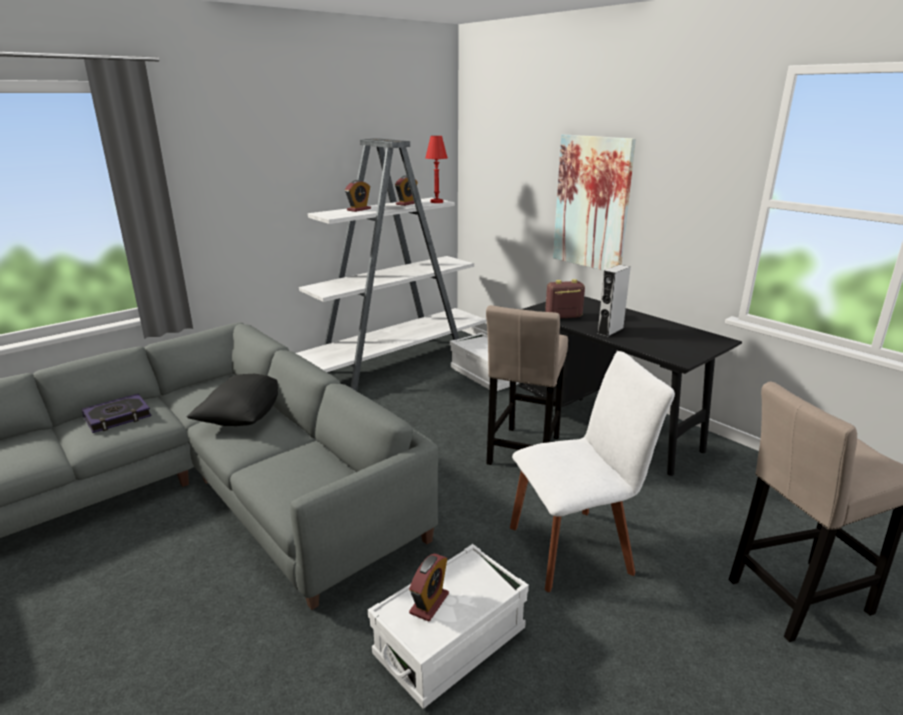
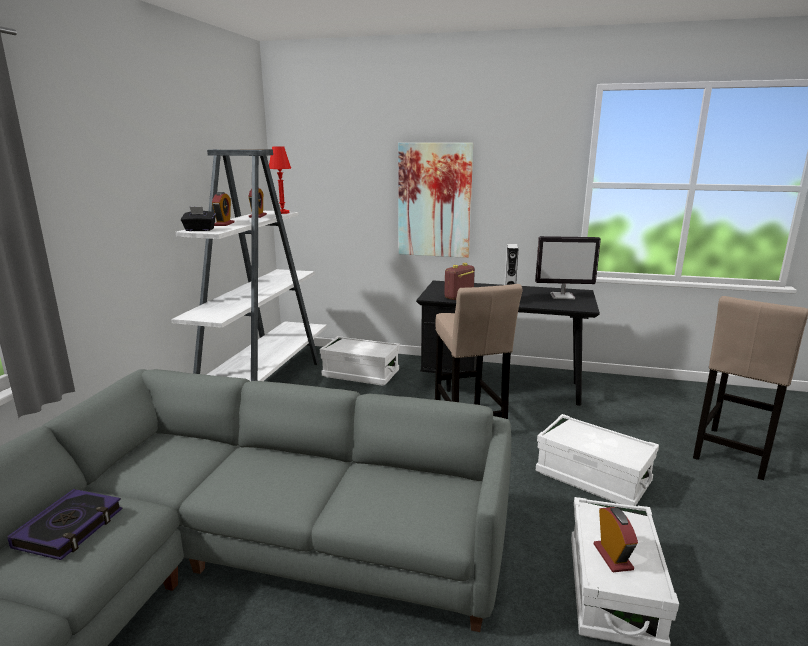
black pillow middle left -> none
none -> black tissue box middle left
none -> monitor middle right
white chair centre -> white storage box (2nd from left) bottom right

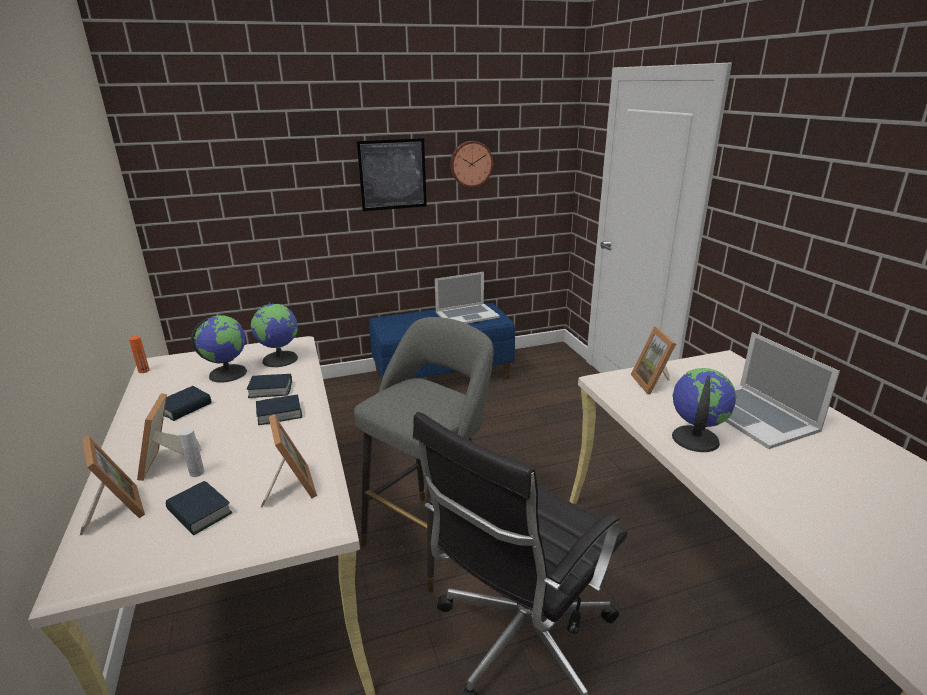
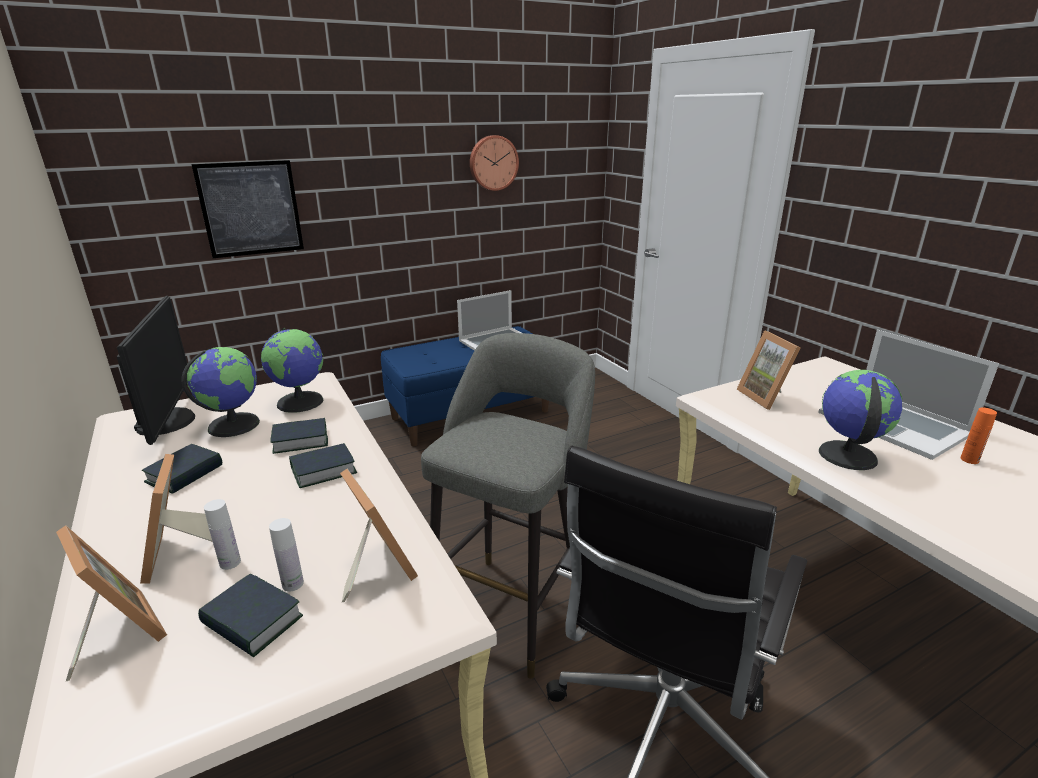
none -> monitor middle left
none -> white bottle (2nd from left) bottom left
orange bottle middle left -> orange bottle middle right, move
picture top centre -> picture top left, move

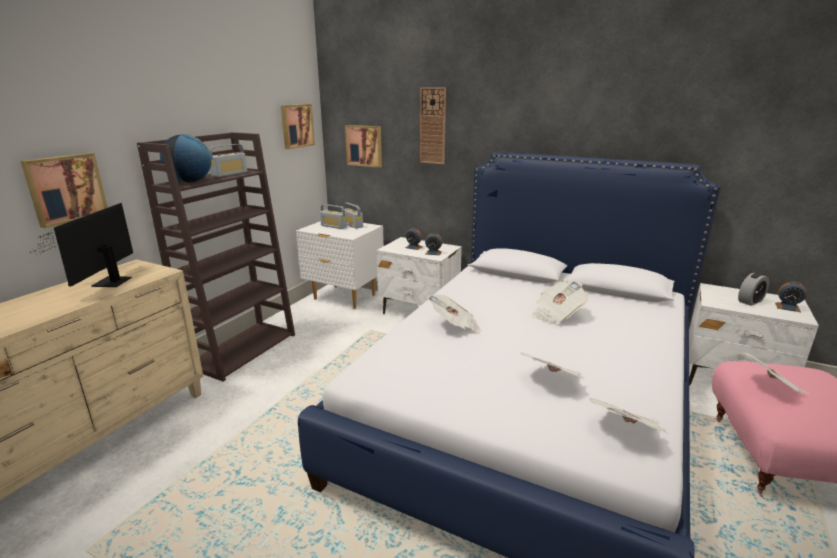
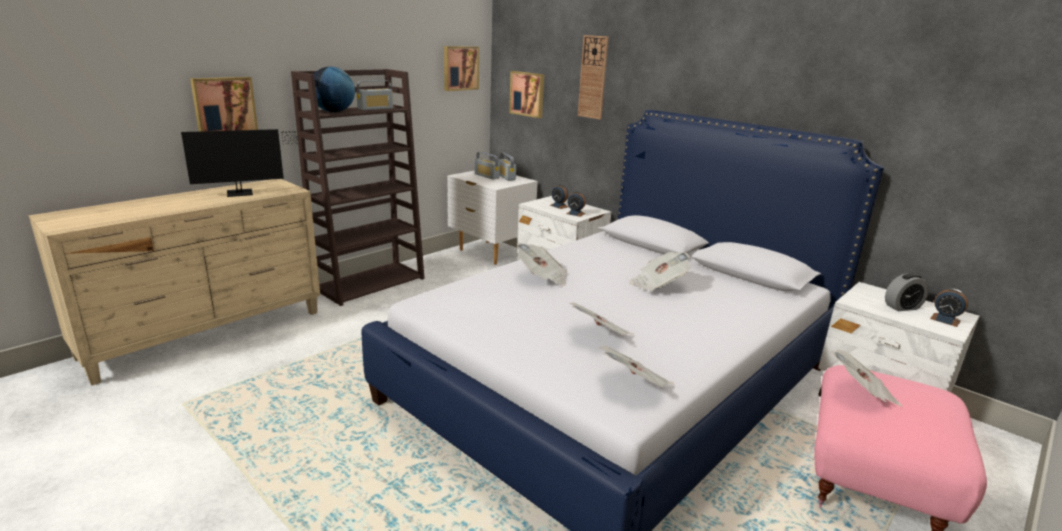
monitor middle left -> monitor top left, 135 degrees counterclockwise

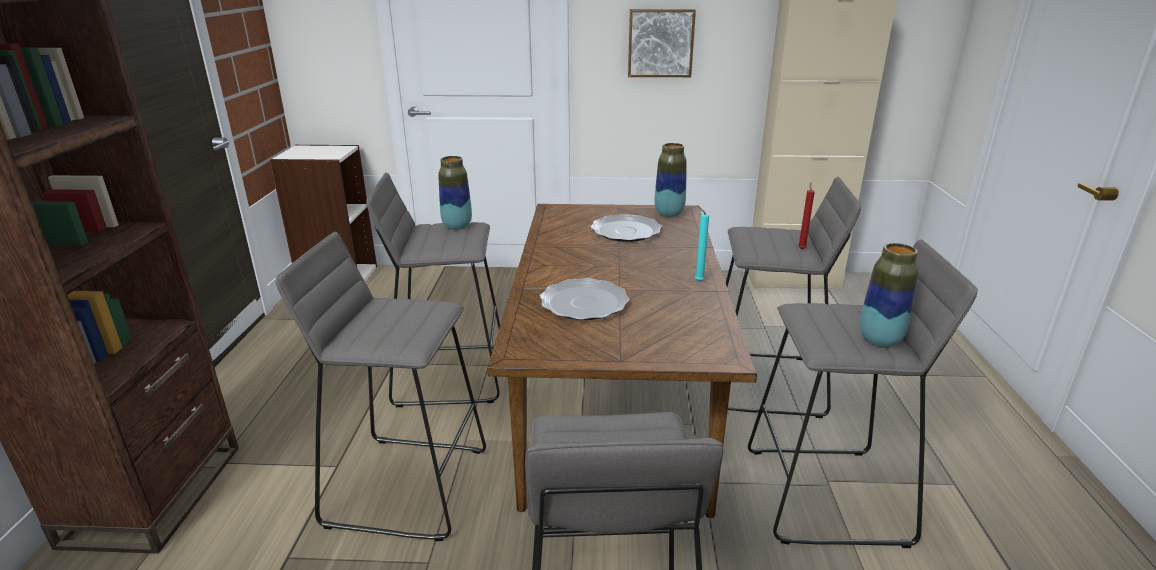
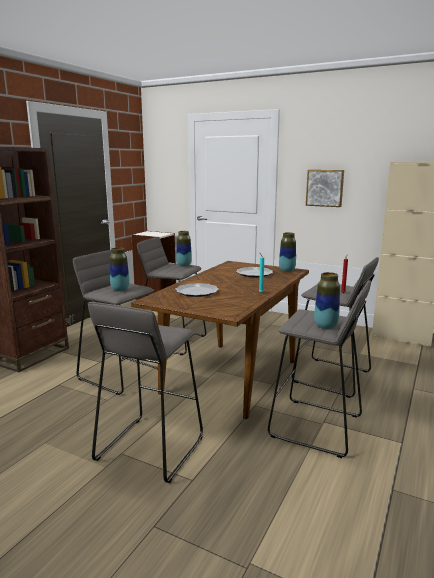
none -> vase (1st from left) middle left

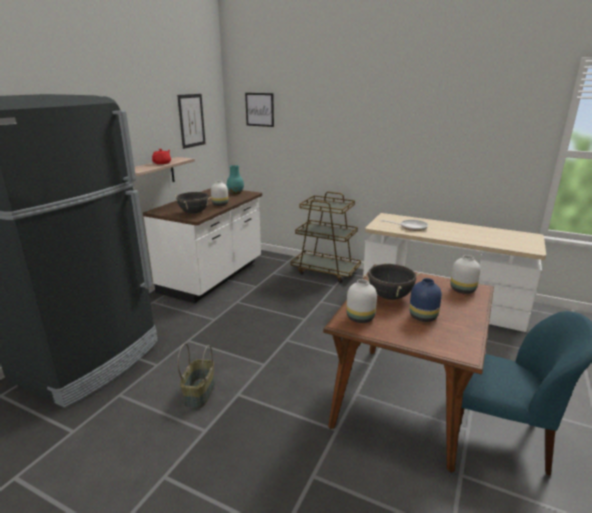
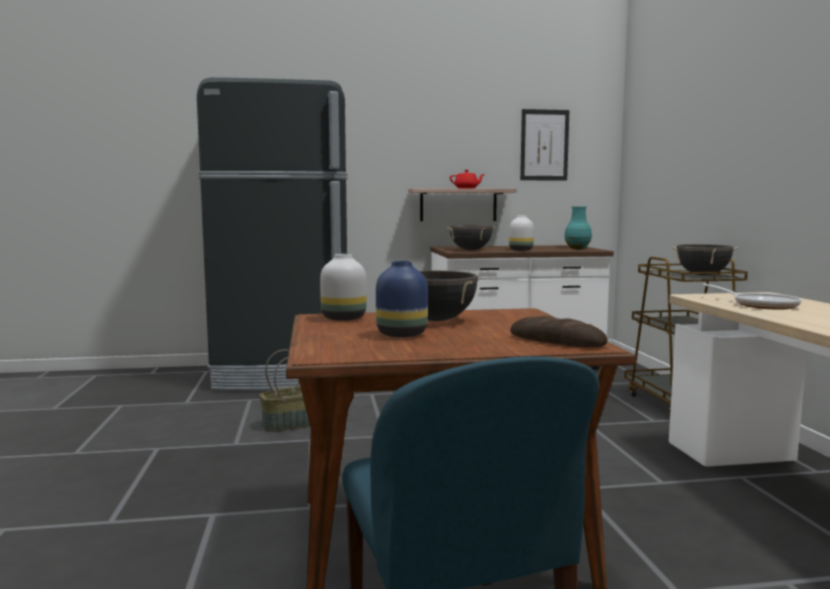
picture (2nd from left) top centre -> none
none -> black cooking pot (3rd from left) middle right
white vase (3rd from left) middle right -> bread middle right

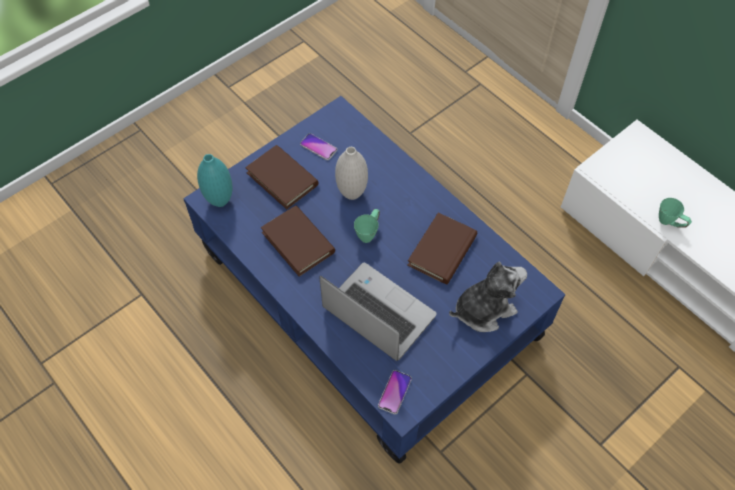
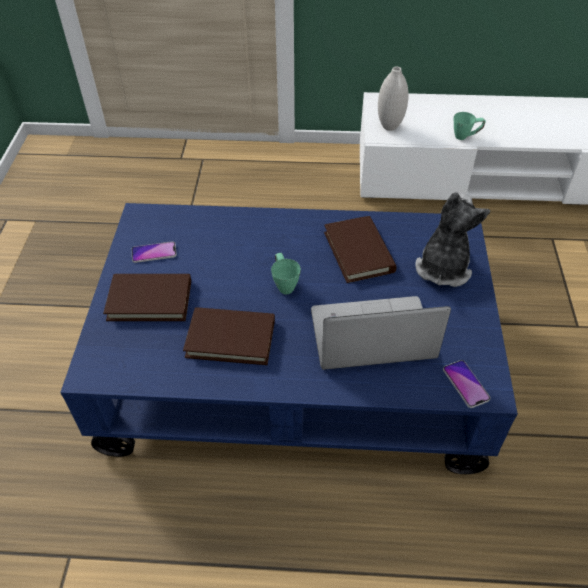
turquoise vase middle left -> none
white vase centre -> white vase top right, move

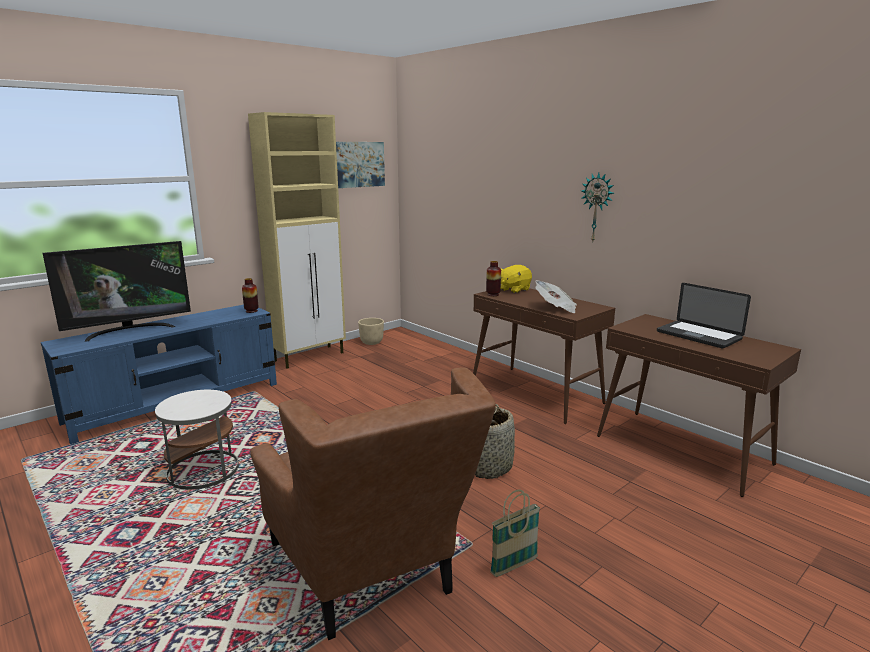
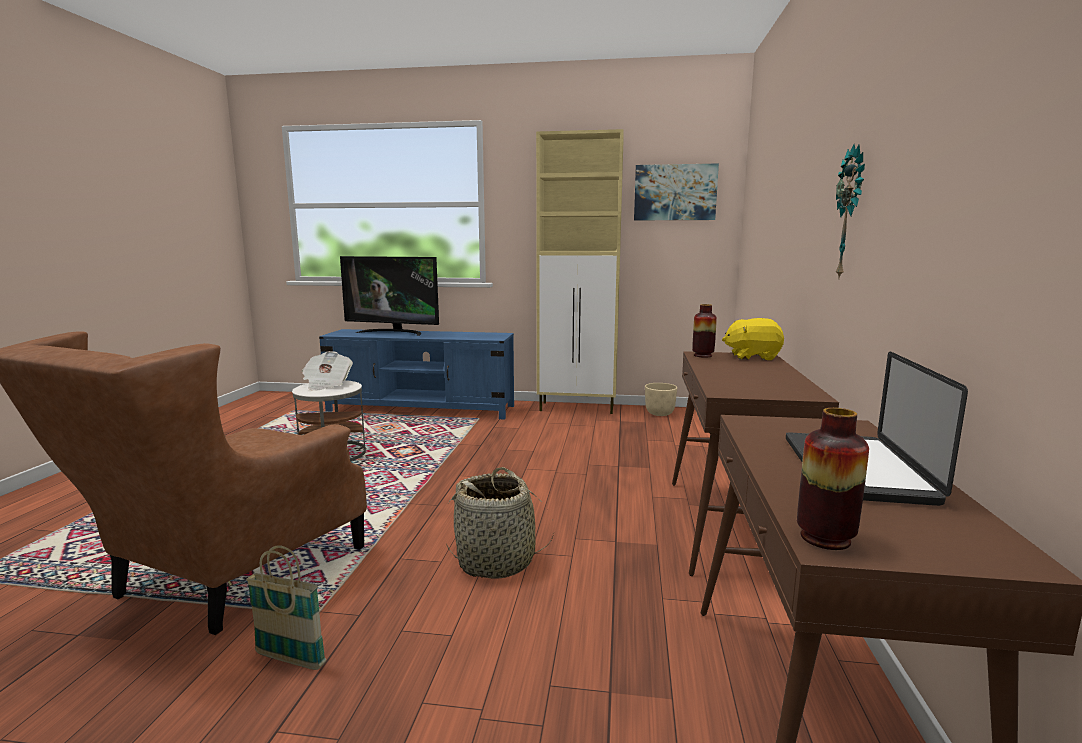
vase (1st from left in the first image) middle left -> vase (2nd from left) middle right, move
newspaper centre -> newspaper middle left, move

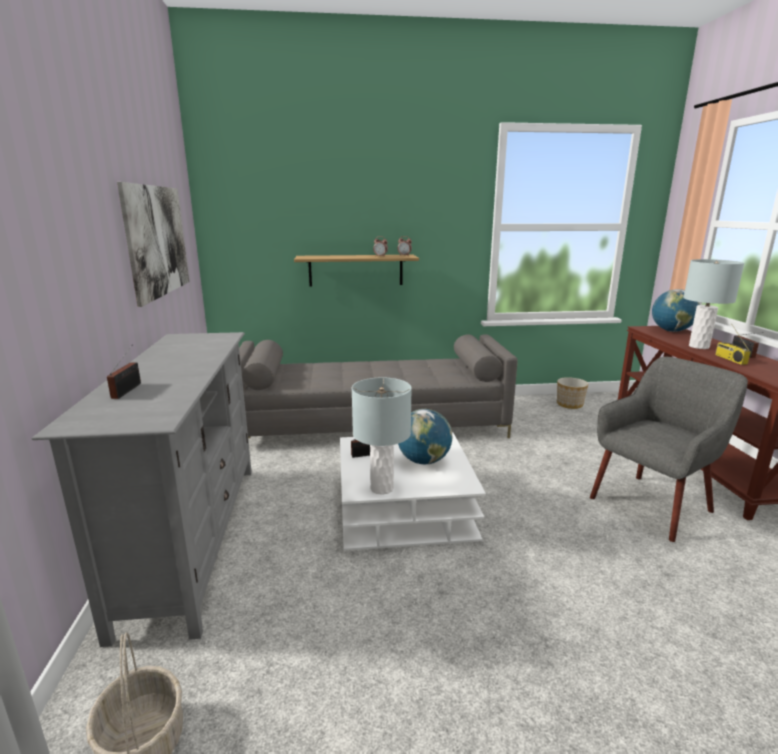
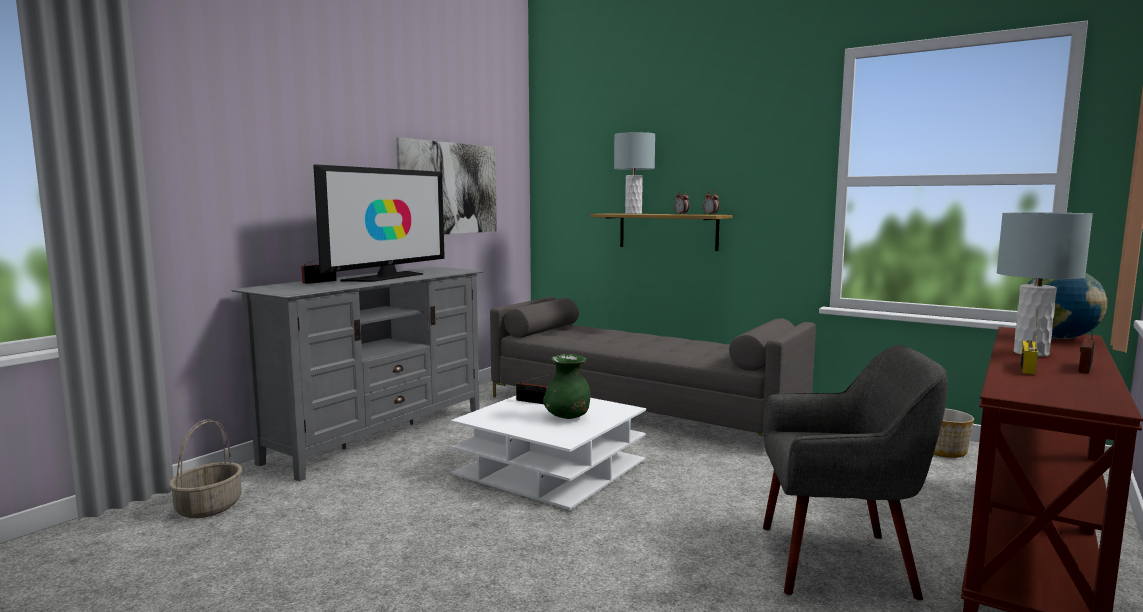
none -> television middle left
grey table lamp (1st from left) centre -> grey table lamp (1st from left) top centre, move
globe (1st from left) centre -> green vase centre

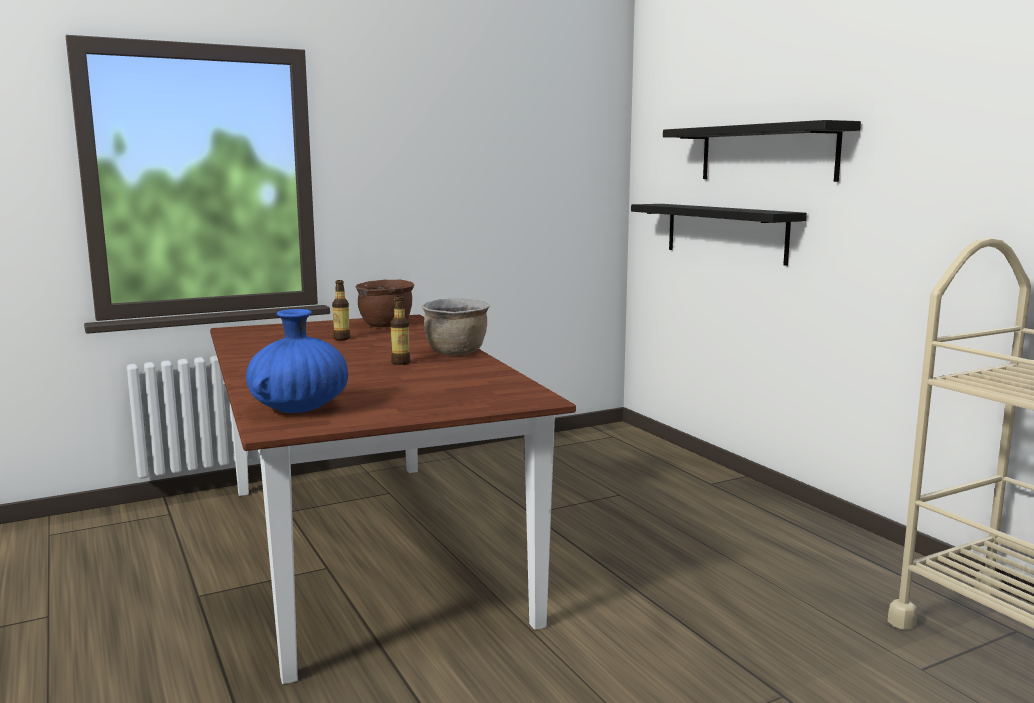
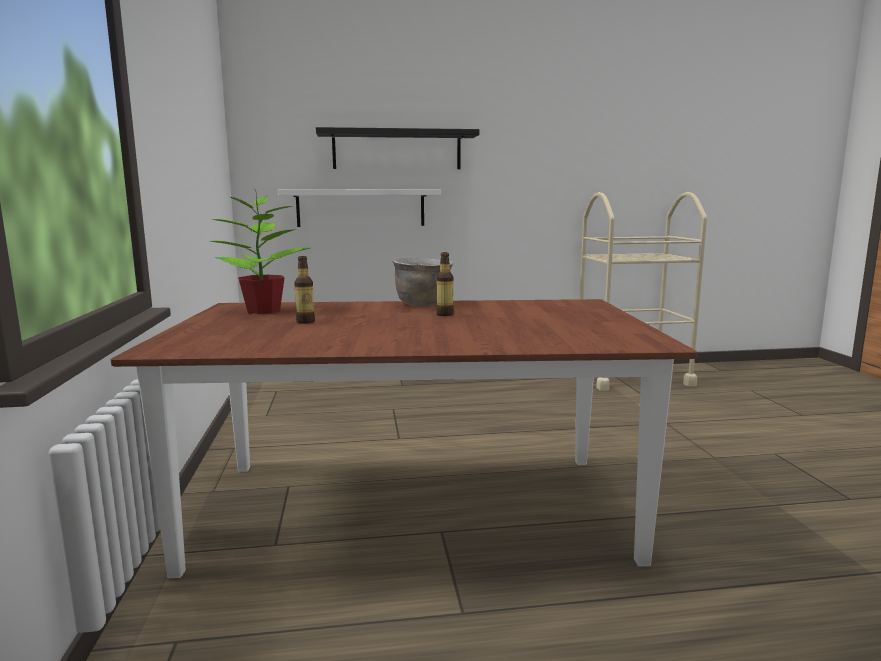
blue vase middle left -> none
brown cooking pot (1st from left) centre -> potted plant middle left
black shelf (1st from left) middle right -> white shelf top centre

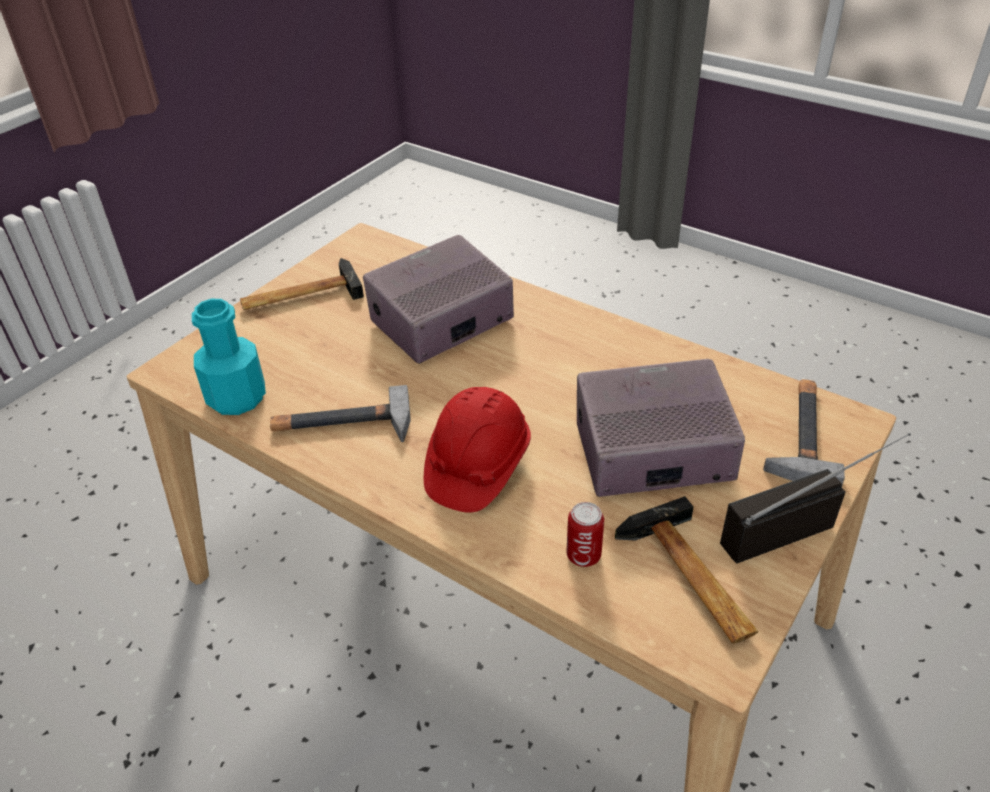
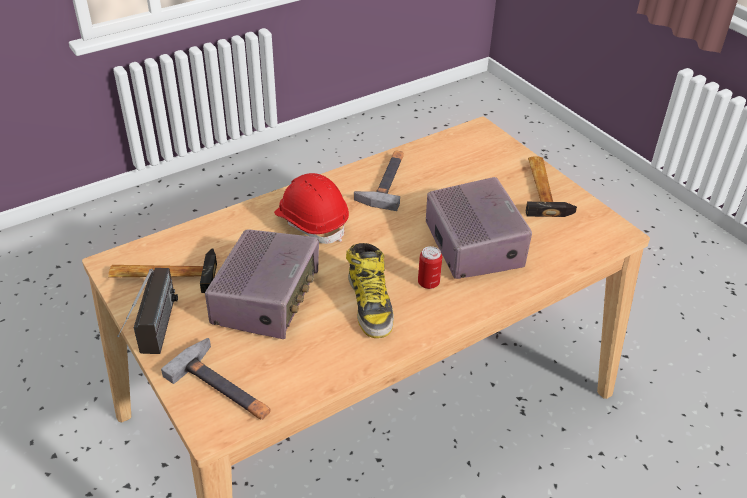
turquoise bottle middle left -> none
none -> boot centre
can bottom centre -> can centre, move

